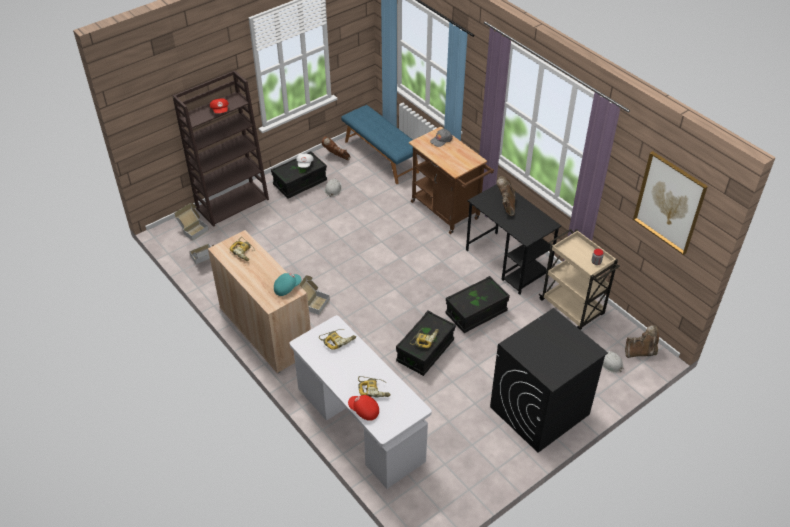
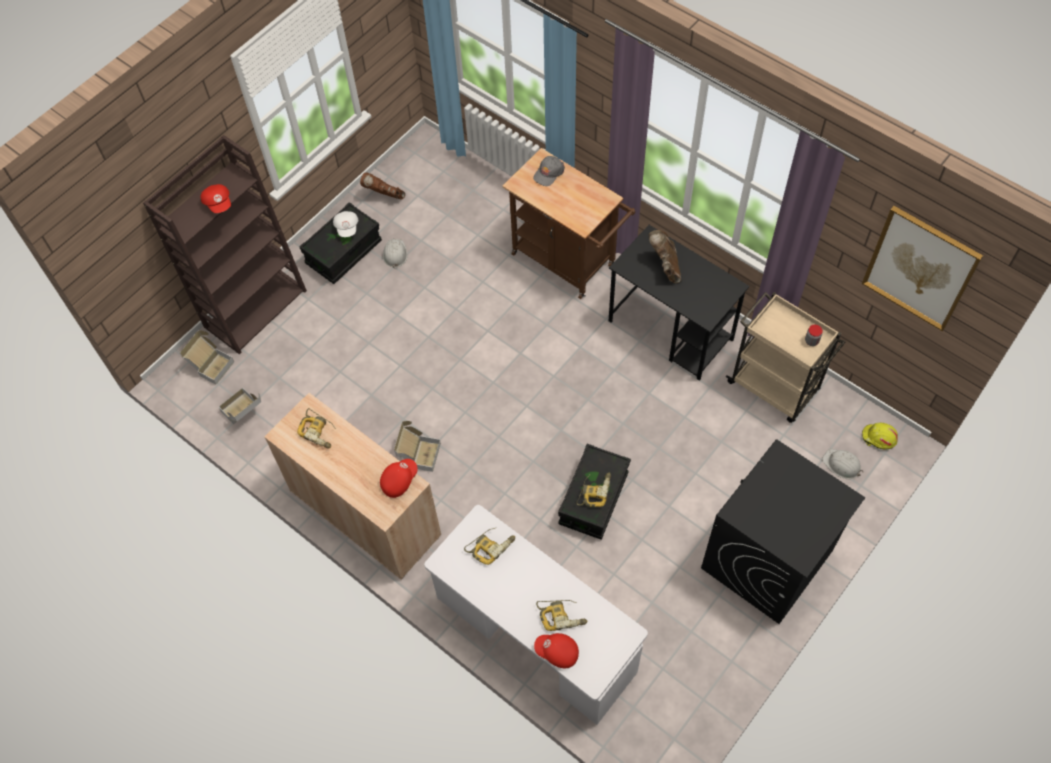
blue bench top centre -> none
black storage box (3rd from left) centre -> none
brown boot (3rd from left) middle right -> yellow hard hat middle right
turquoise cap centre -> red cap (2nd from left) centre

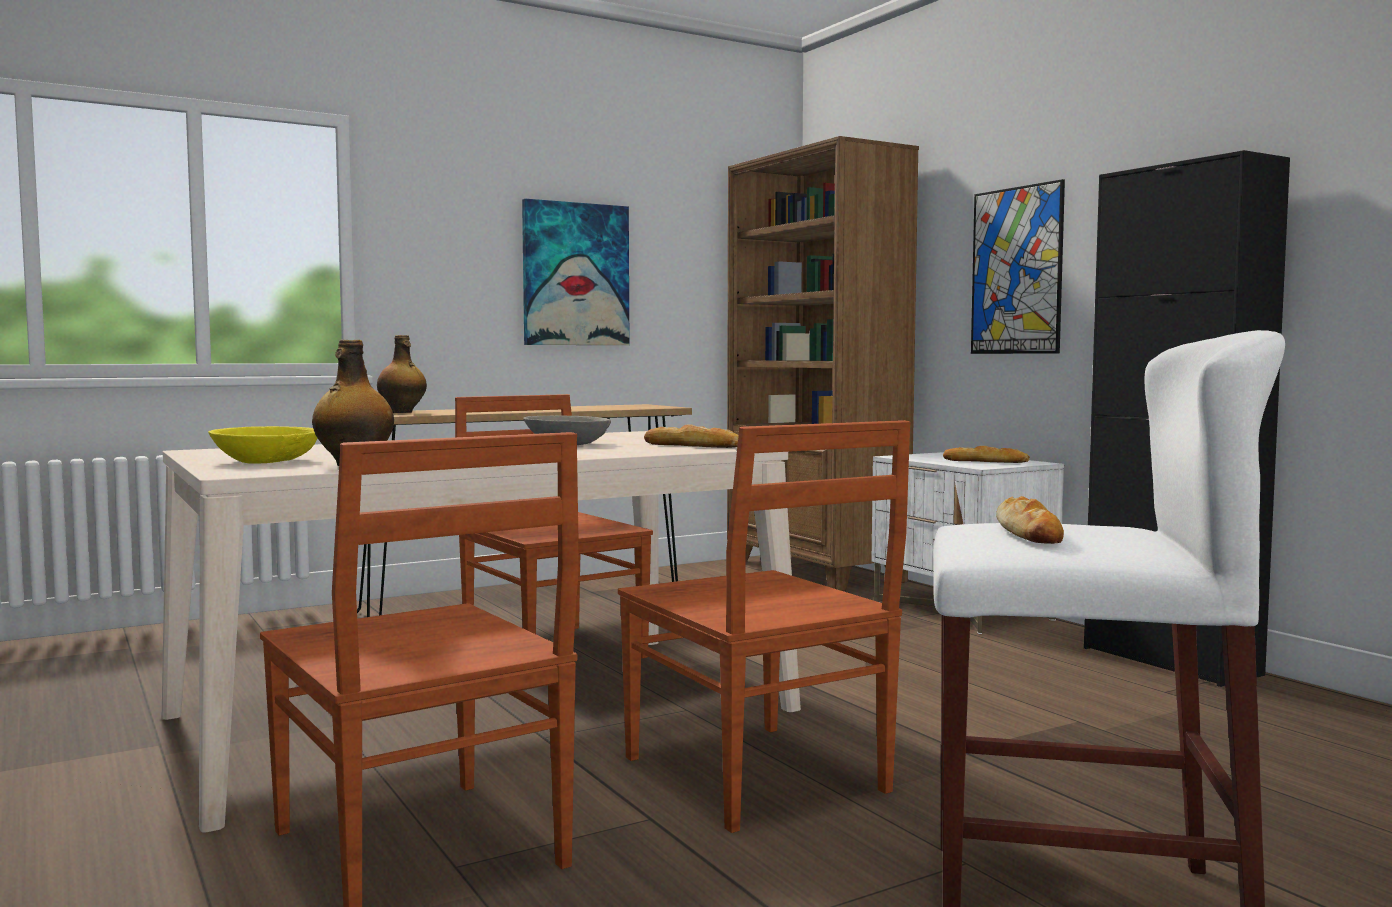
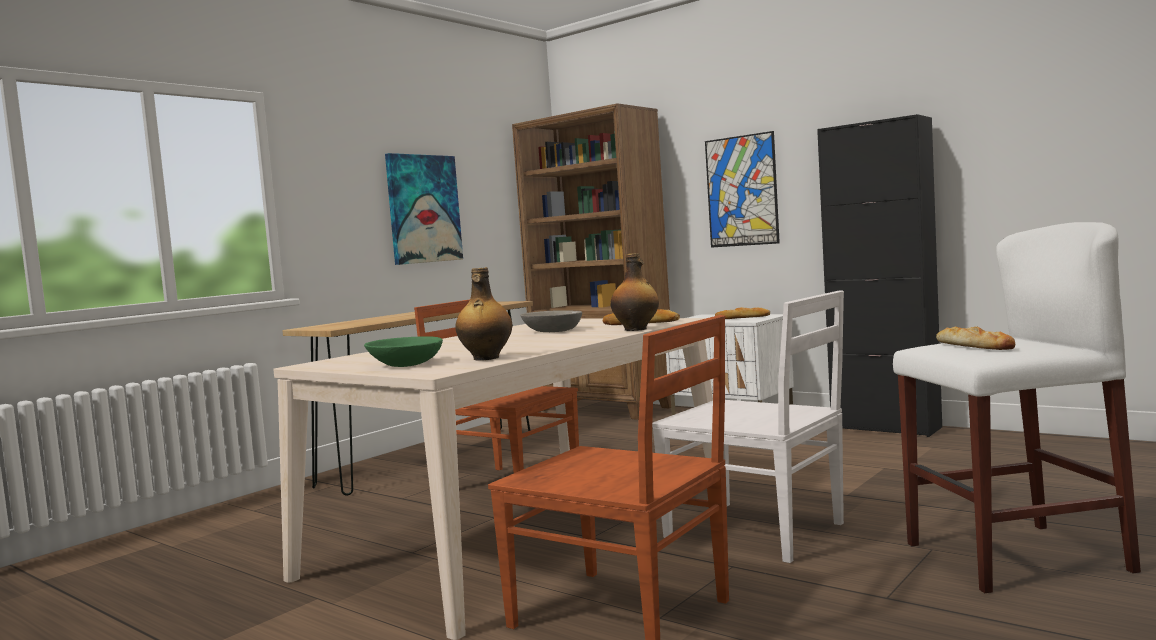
bottle (2nd from left) middle left -> bottle (2nd from left) centre, move
yellow bowl middle left -> green bowl centre
brown chair (3rd from left) bottom centre -> white chair centre

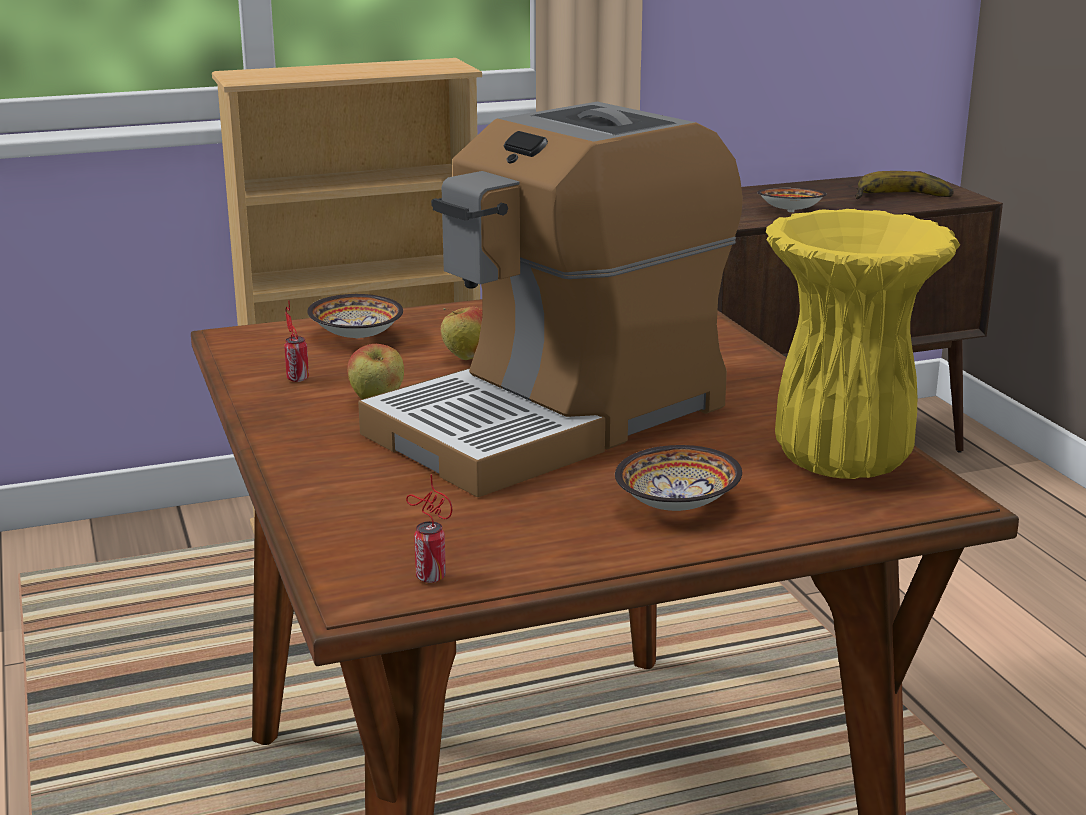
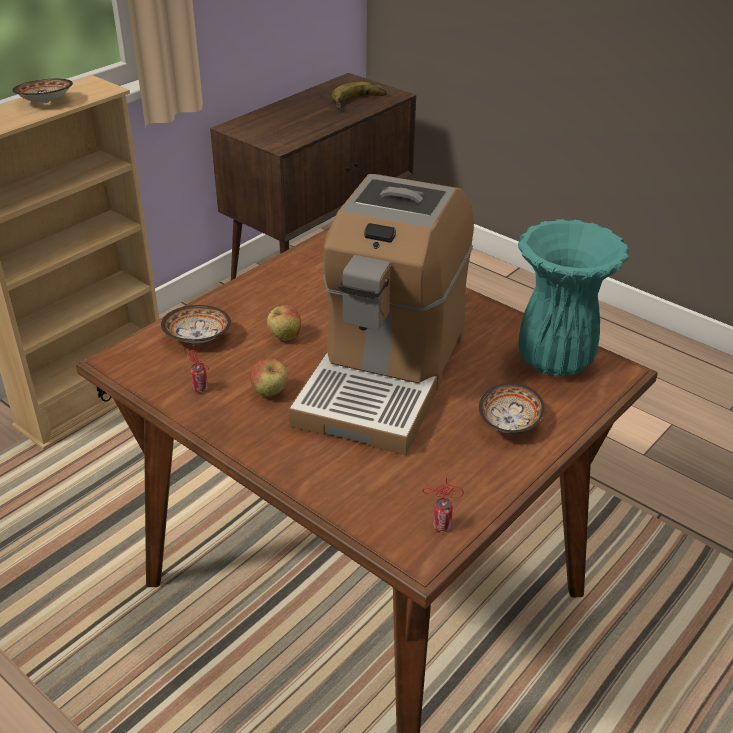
bowl (3rd from left in the first image) top right -> bowl (1st from left) top left, move
yellow vase middle right -> turquoise vase middle right

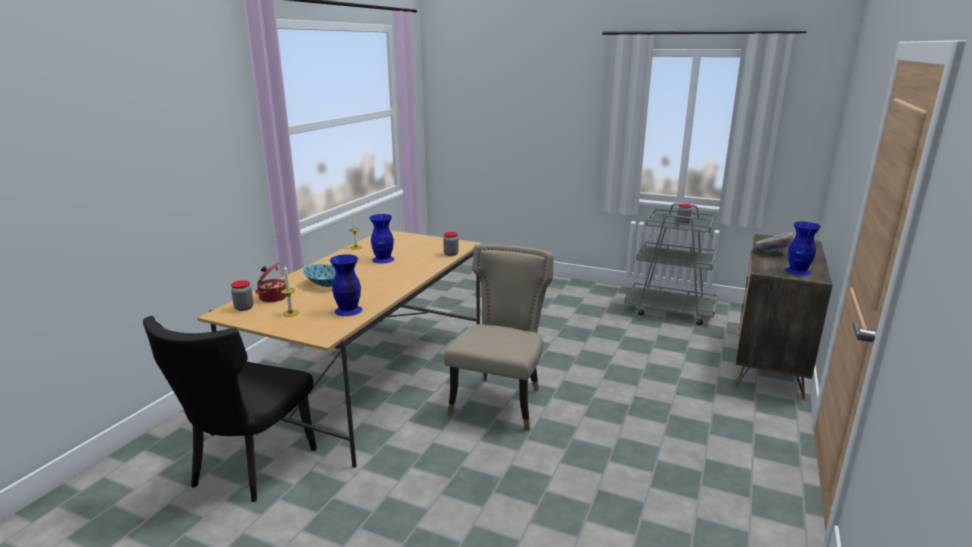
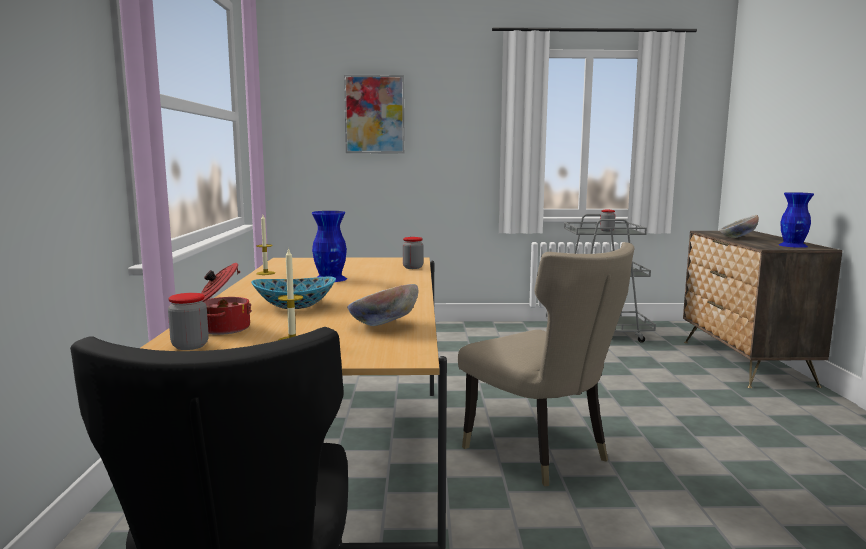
none -> picture top centre
blue vase (1st from left) centre -> bowl (2nd from left) centre
beige chair centre, 150 degrees clockwise

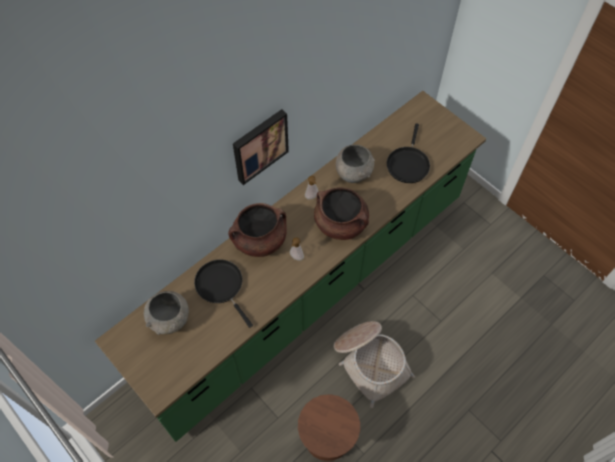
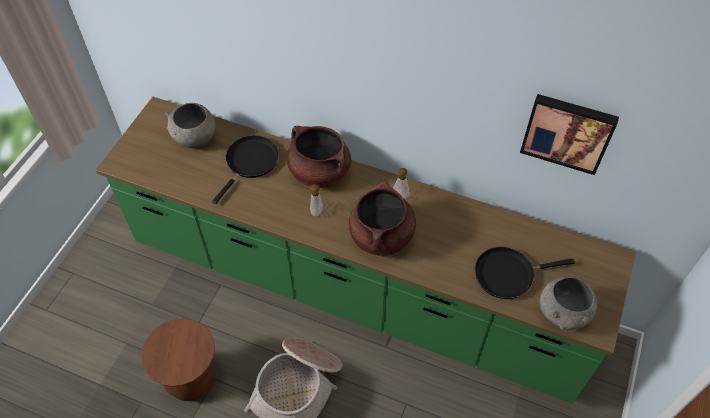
picture top centre -> picture top right, move
grey bowl (2nd from left) centre -> grey bowl (2nd from left) bottom right, move

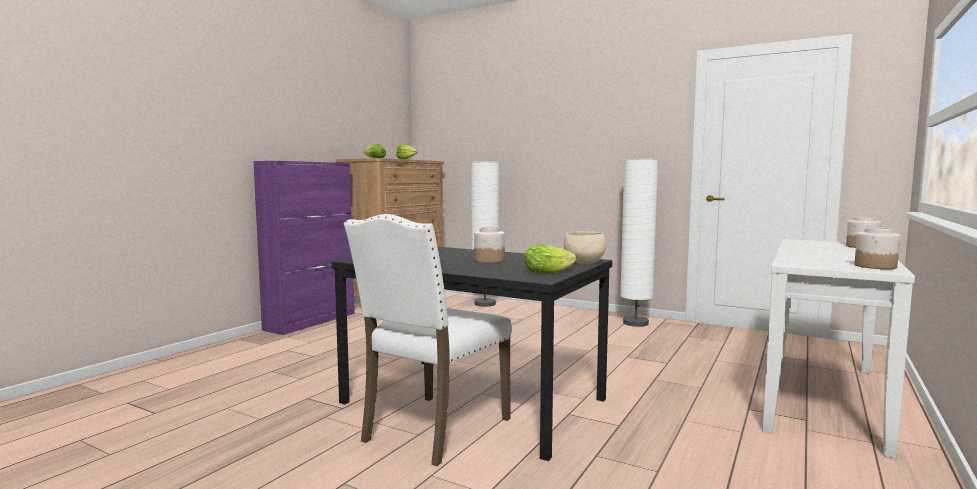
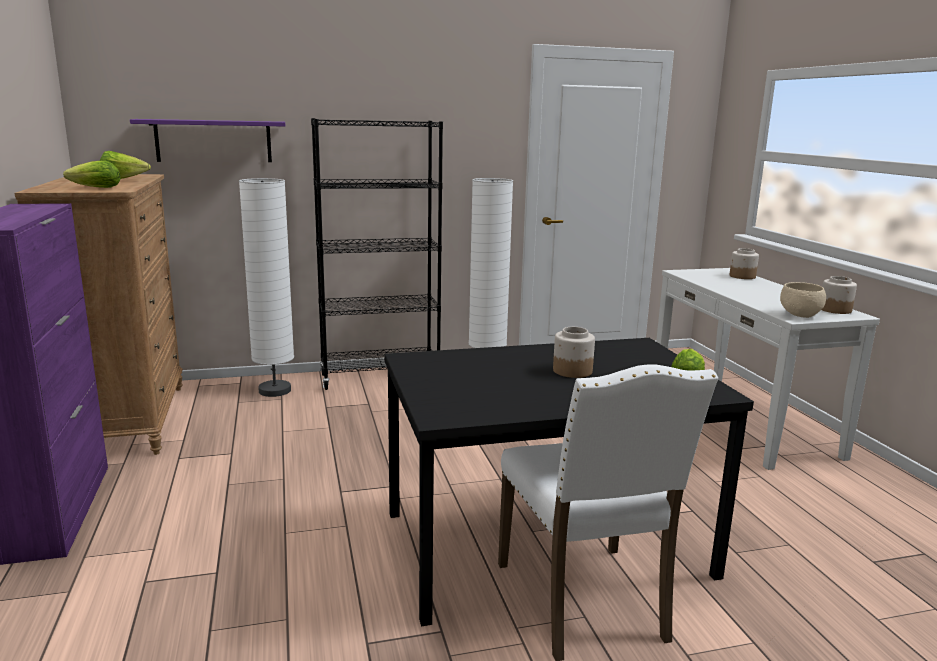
none -> purple shelf top left
none -> black bookcase centre
beige bowl centre -> beige bowl middle right, move

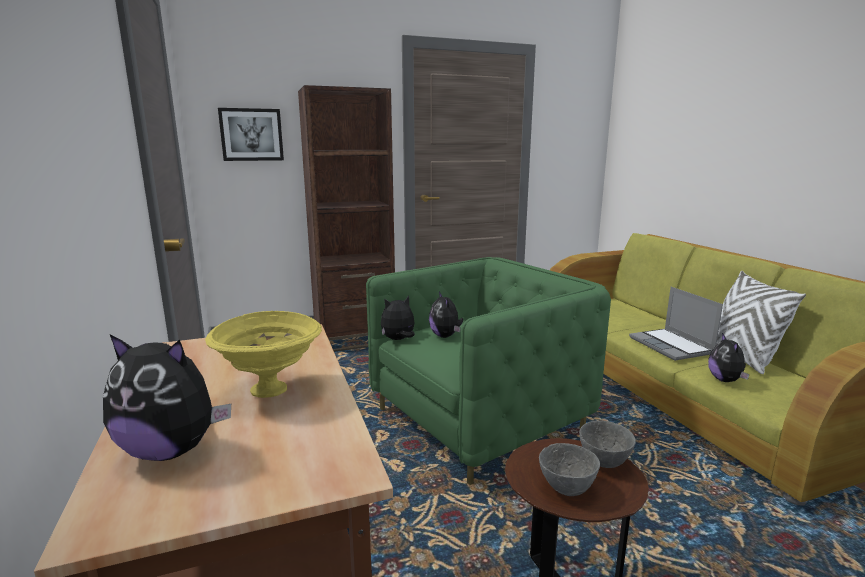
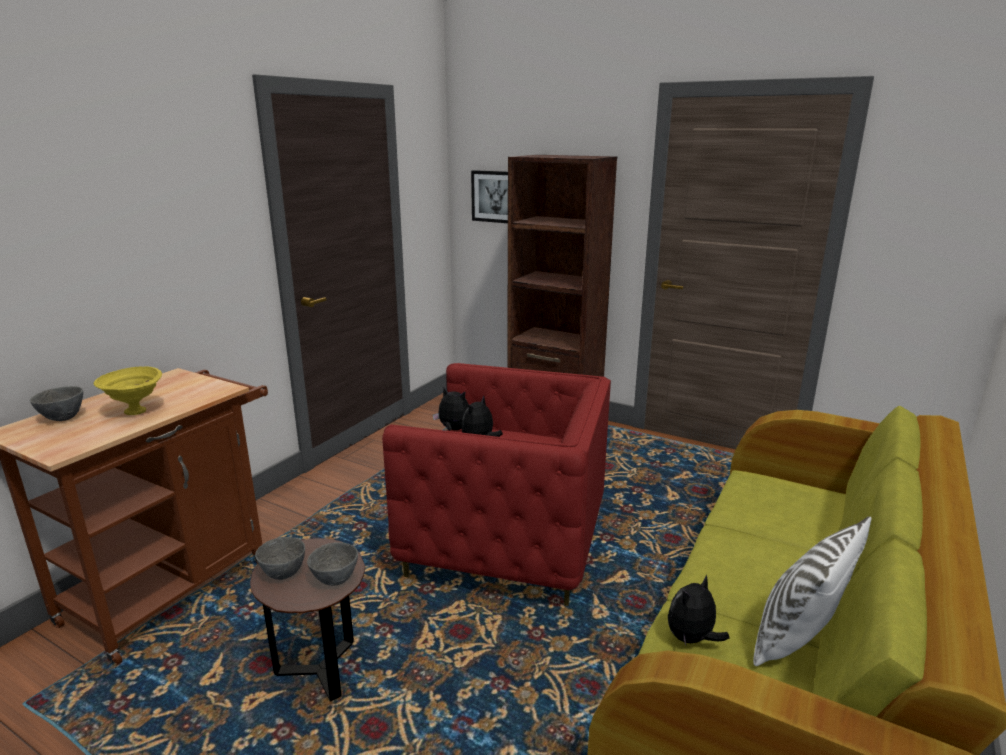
laptop middle right -> none
plush toy (1st from left) bottom left -> grey bowl (1st from left) middle left
green armchair centre -> red armchair centre

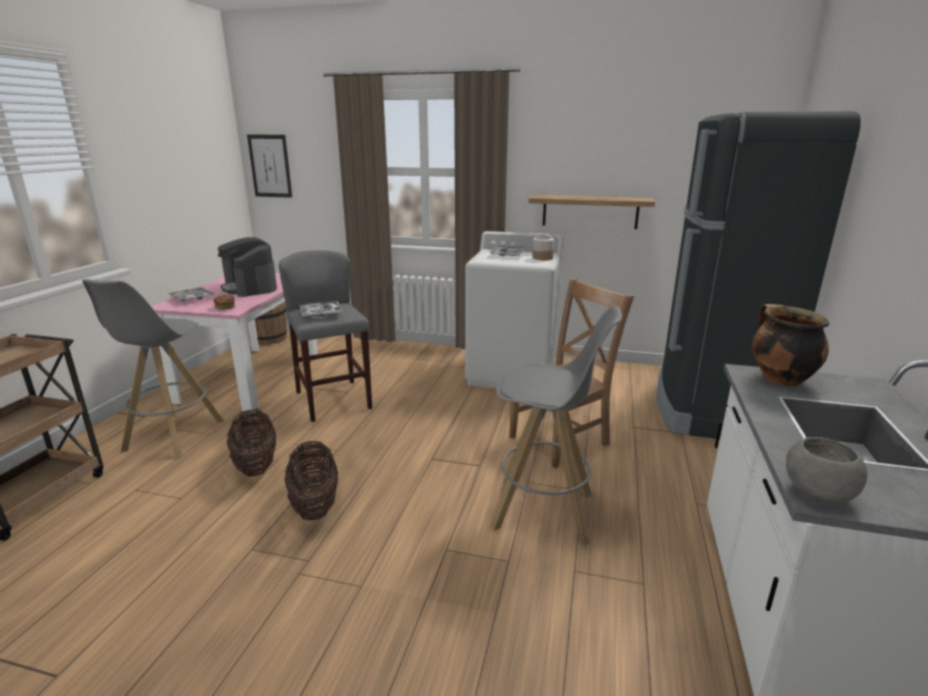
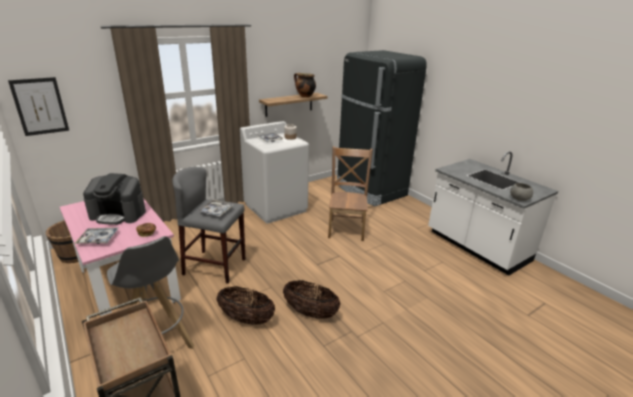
grey stool (3rd from left) centre -> none
cooking pot middle right -> cooking pot top centre, move

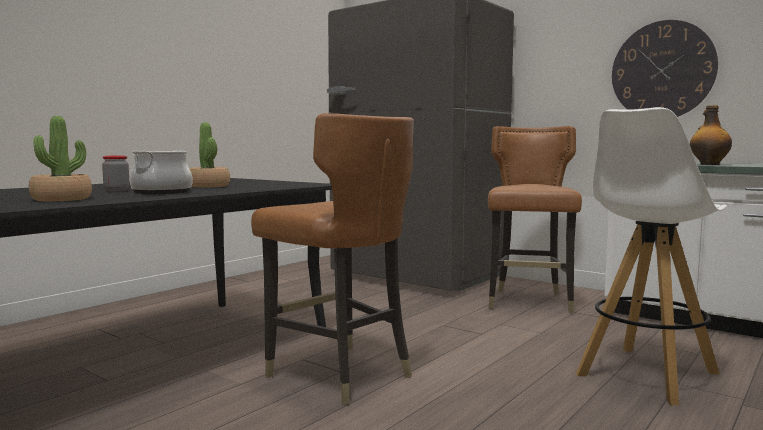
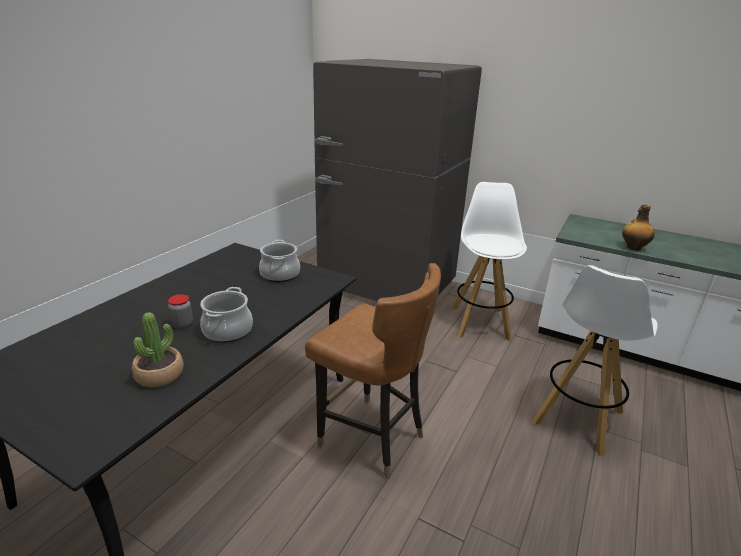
potted plant (2nd from left) middle left -> none
wall clock top right -> none
none -> cooking pot (2nd from left) centre
brown chair (2nd from left) middle right -> white stool (1st from left) centre

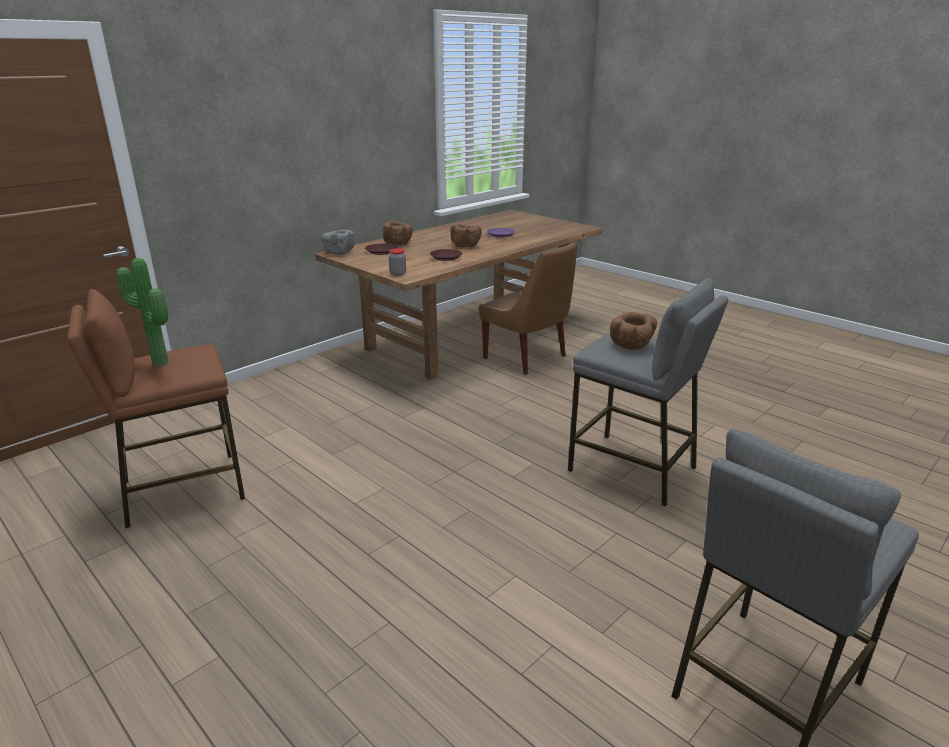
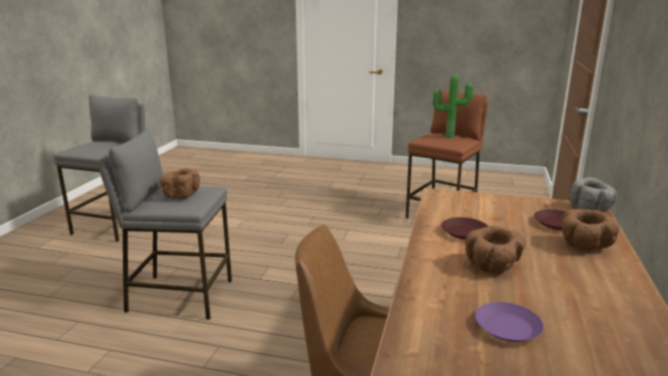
jar centre -> none

